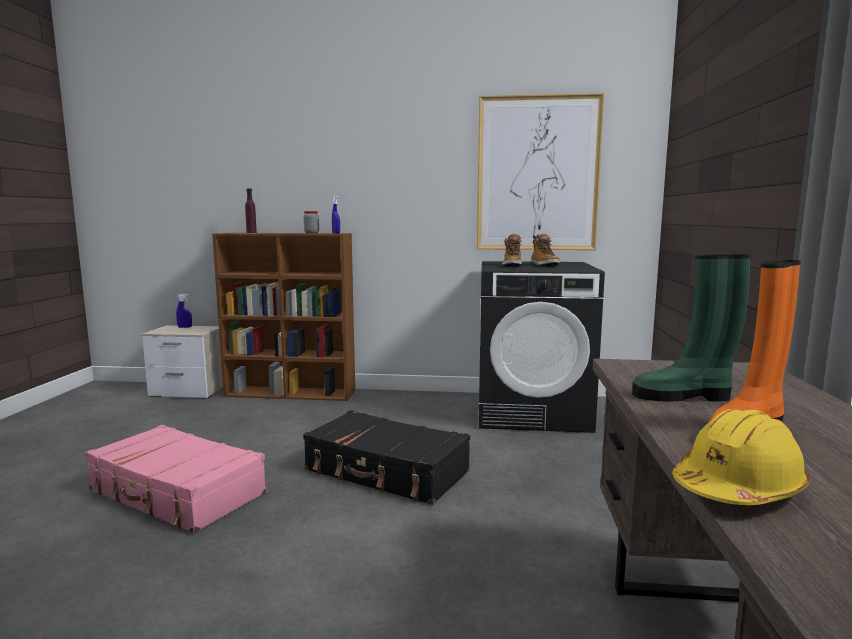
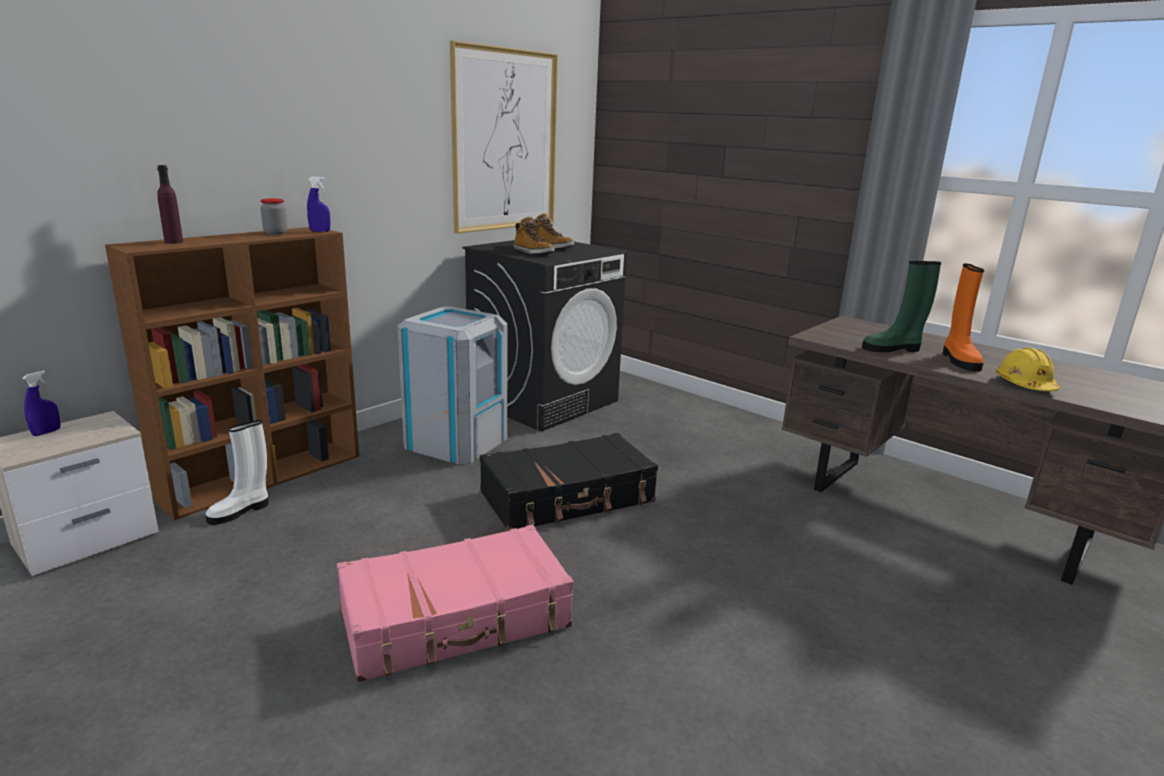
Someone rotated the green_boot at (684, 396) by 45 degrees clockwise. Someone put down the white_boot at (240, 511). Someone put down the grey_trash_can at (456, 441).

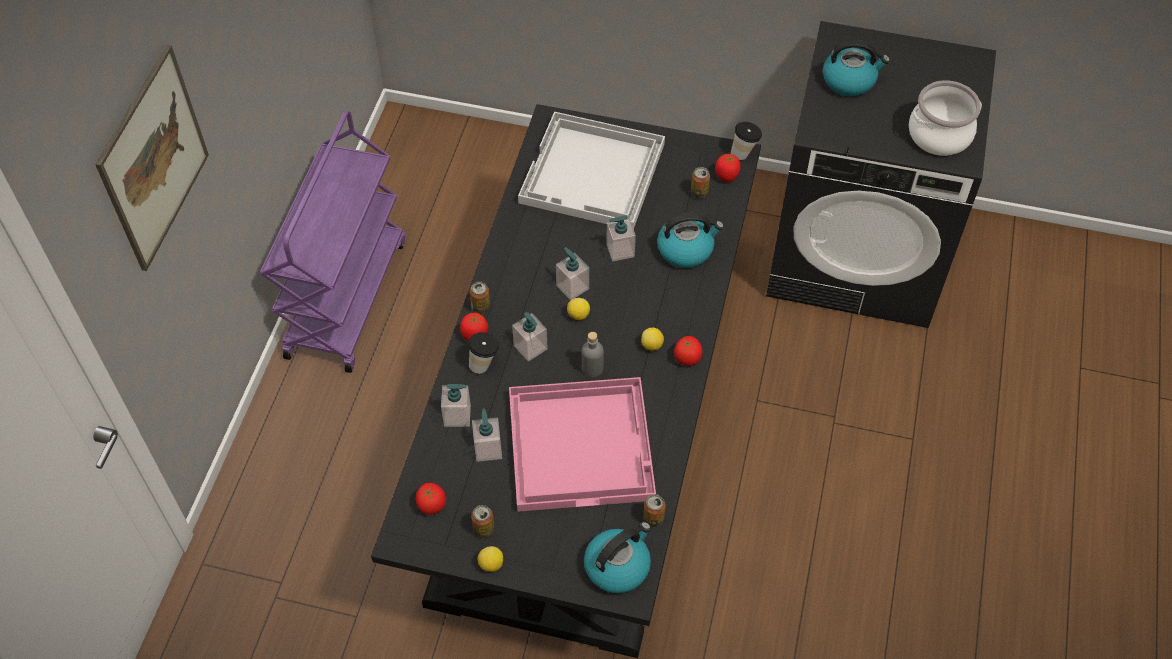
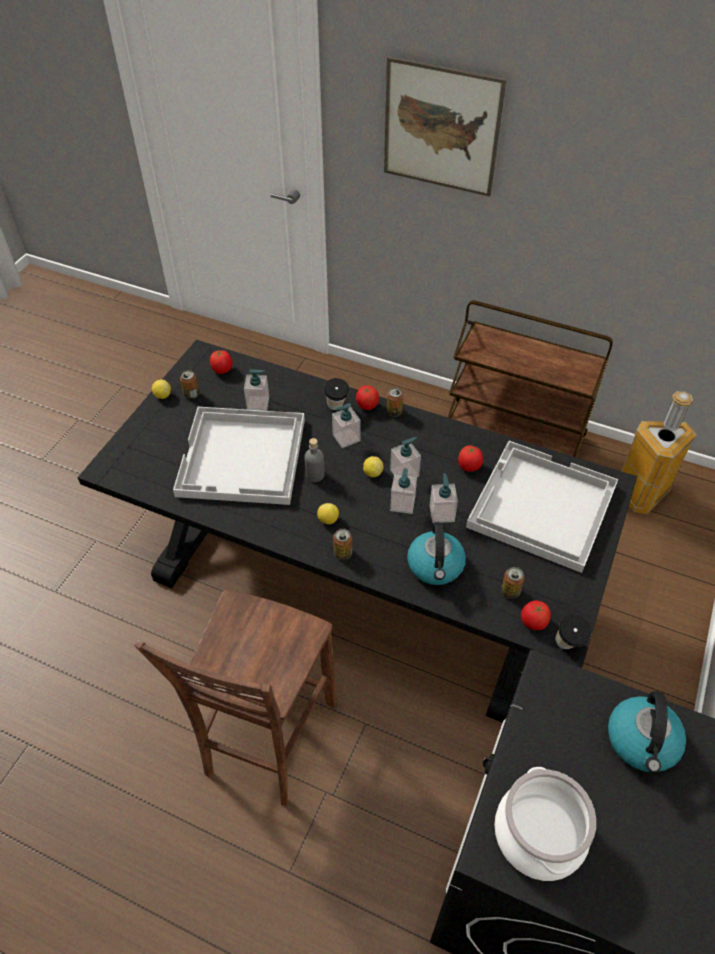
Someone repainted the purple_cart at (346, 297), which became the brown_cart at (513, 436). Someone carried the soap_dispenser from (457, 416) to (402, 504). Someone repainted the pink_tray at (582, 444), which became the white_tray at (243, 458). Someone took away the kettle at (617, 566). Someone carried the can from (653, 519) to (343, 553). Someone carried the tomato from (687, 358) to (469, 466). Someone put down the brown_chair at (266, 739). Someone put down the trash_can at (642, 494).

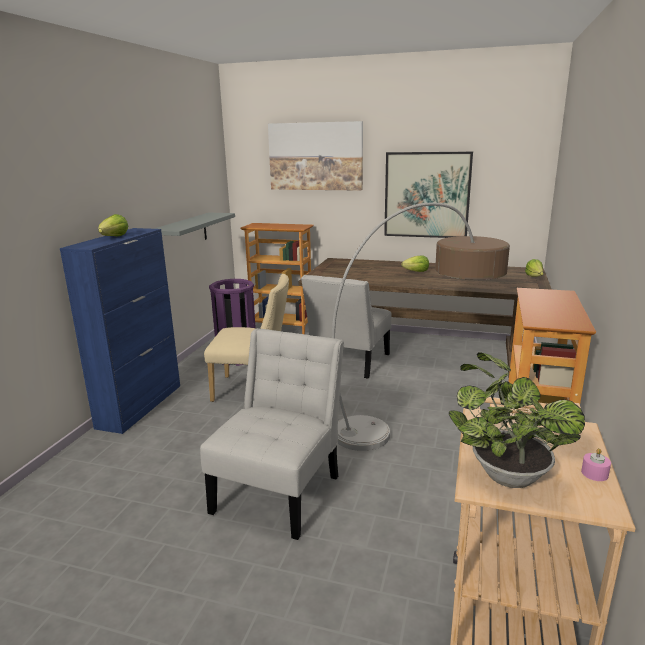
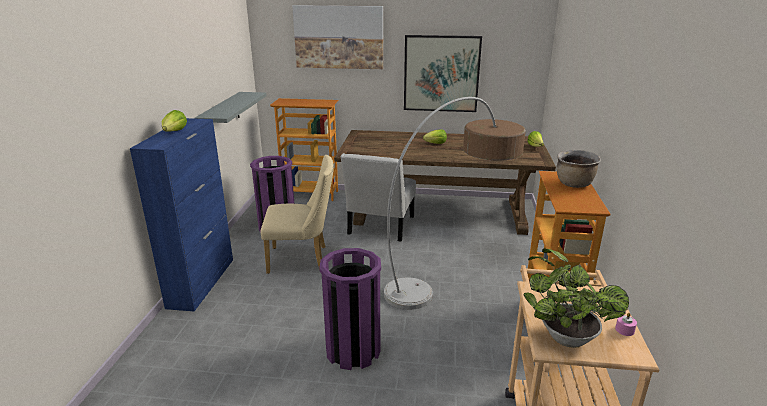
Someone swapped the white_chair at (280, 489) for the purple_trash_can at (353, 350). Someone put down the brown_cooking_pot at (574, 184).

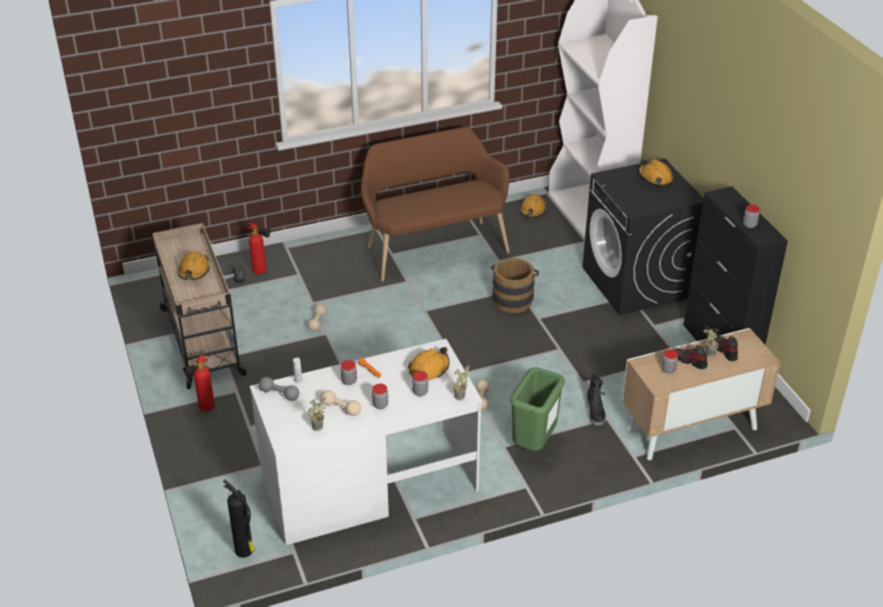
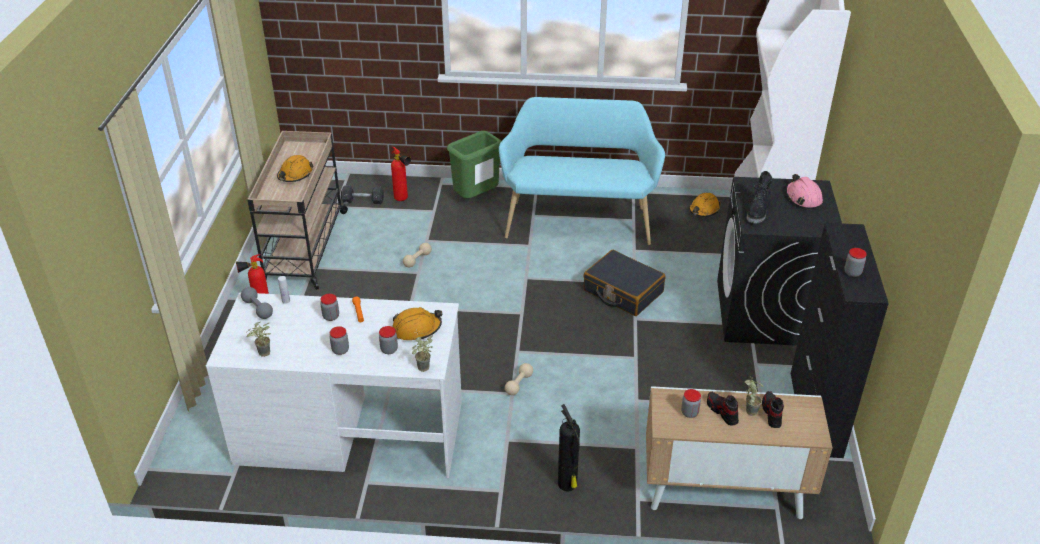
Someone carried the fire_extinguisher from (245, 551) to (568, 485). Someone took away the beige_dumbbell at (341, 408). Someone repainted the brown_bench at (433, 247), which became the turquoise_bench at (578, 219). Someone swapped the brown_bucket at (513, 298) for the black_suitcase at (622, 291). Someone carried the green_trash_can from (534, 444) to (476, 198). Someone carried the black_boot from (595, 412) to (758, 213). Someone repainted the orange_hard_hat at (655, 177), which became the pink_hard_hat at (803, 198).

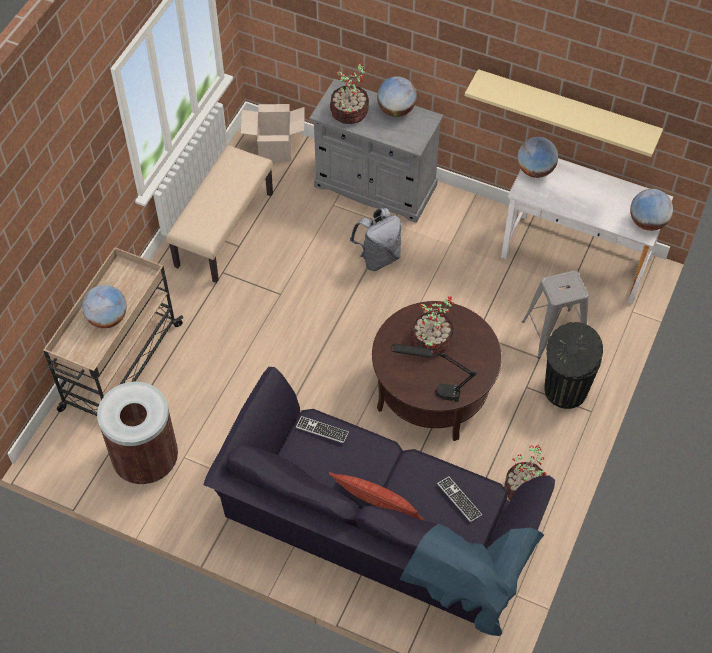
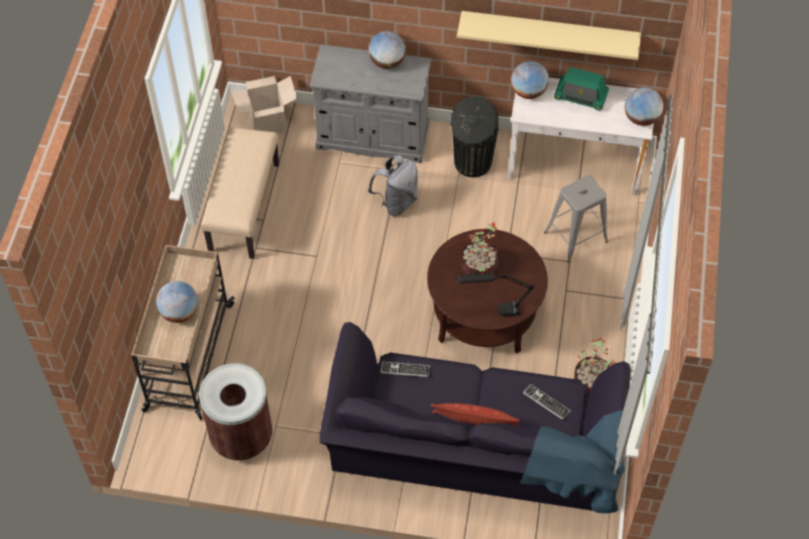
Someone took away the potted_plant at (349, 113). Someone carried the black_trash_can from (564, 391) to (472, 163). Someone put down the radio at (580, 96).

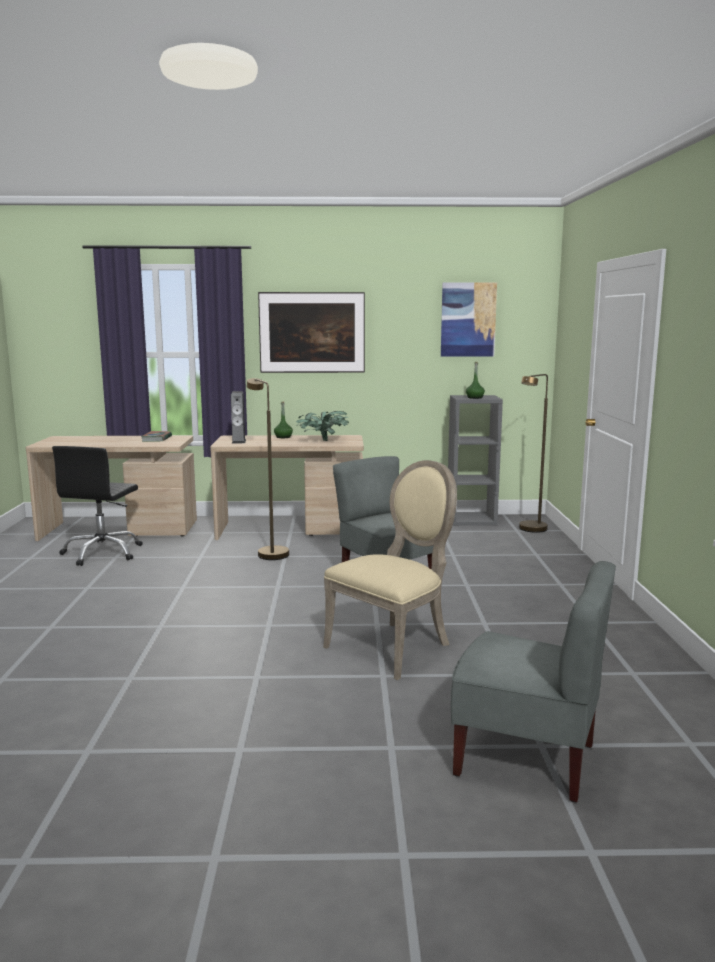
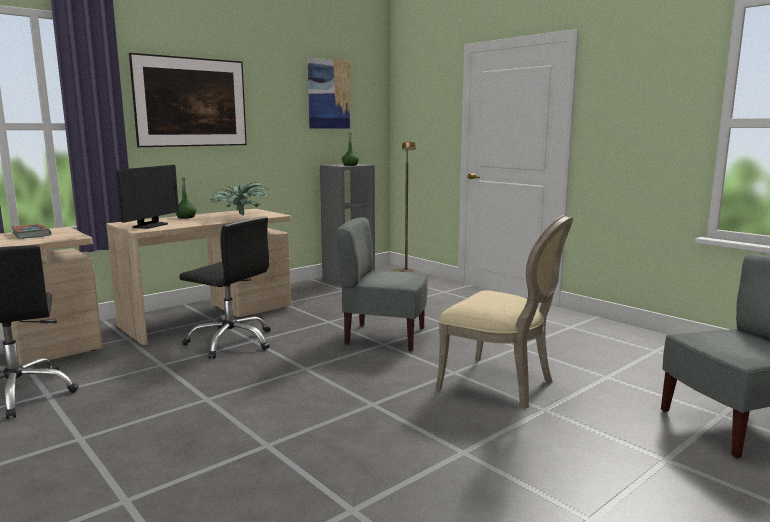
Someone swapped the speaker at (238, 441) for the monitor at (150, 225). Someone swapped the brown_floor_lamp at (269, 552) for the black_office_chair at (231, 342). Someone rotated the beige_chair at (394, 646) by 120 degrees clockwise.

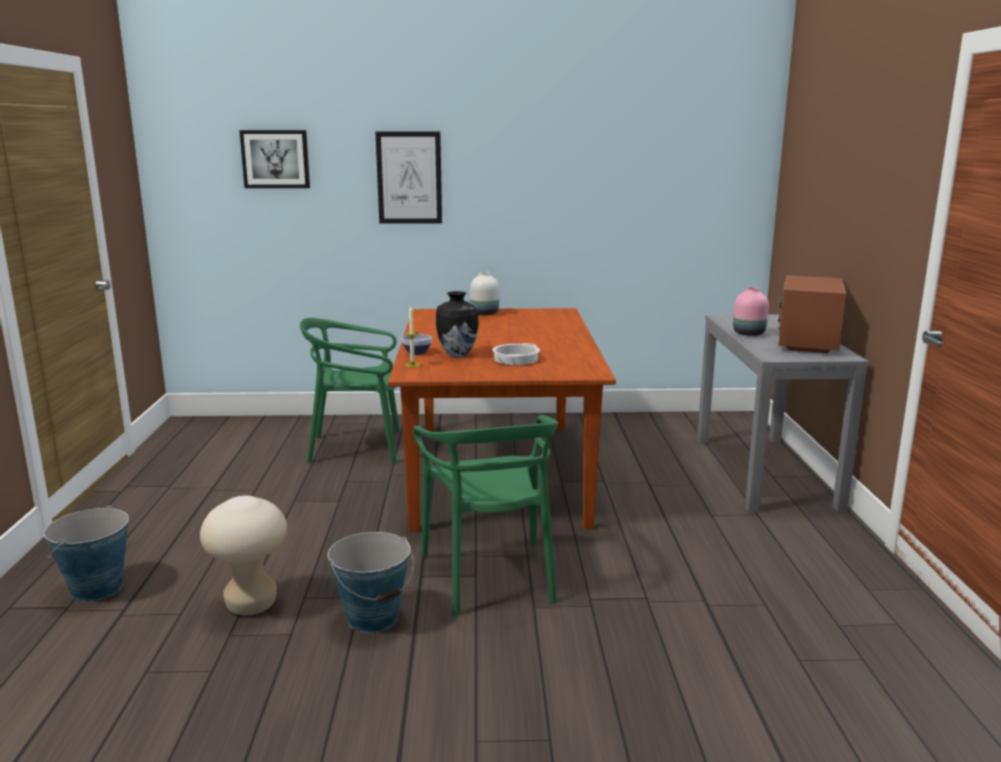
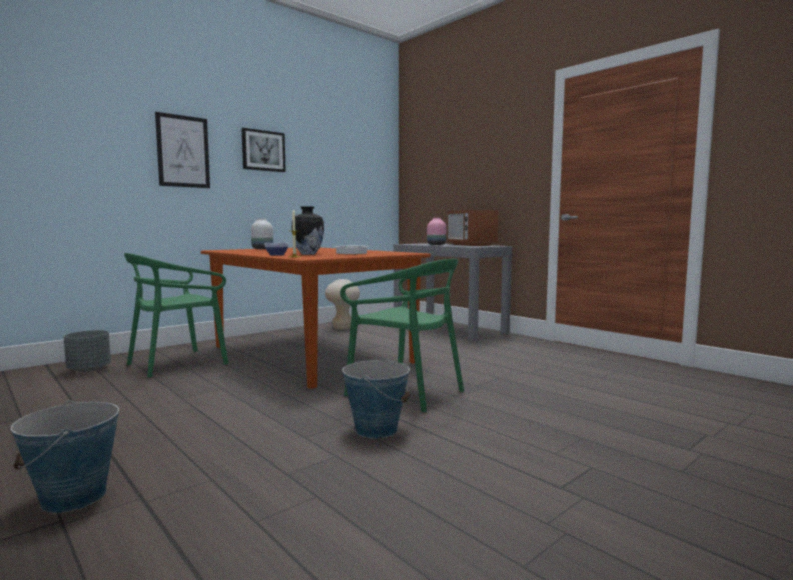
Someone carried the beige_stool from (251, 605) to (342, 328). Someone carried the picture from (275, 159) to (263, 151). Someone put down the grey_planter at (89, 369).

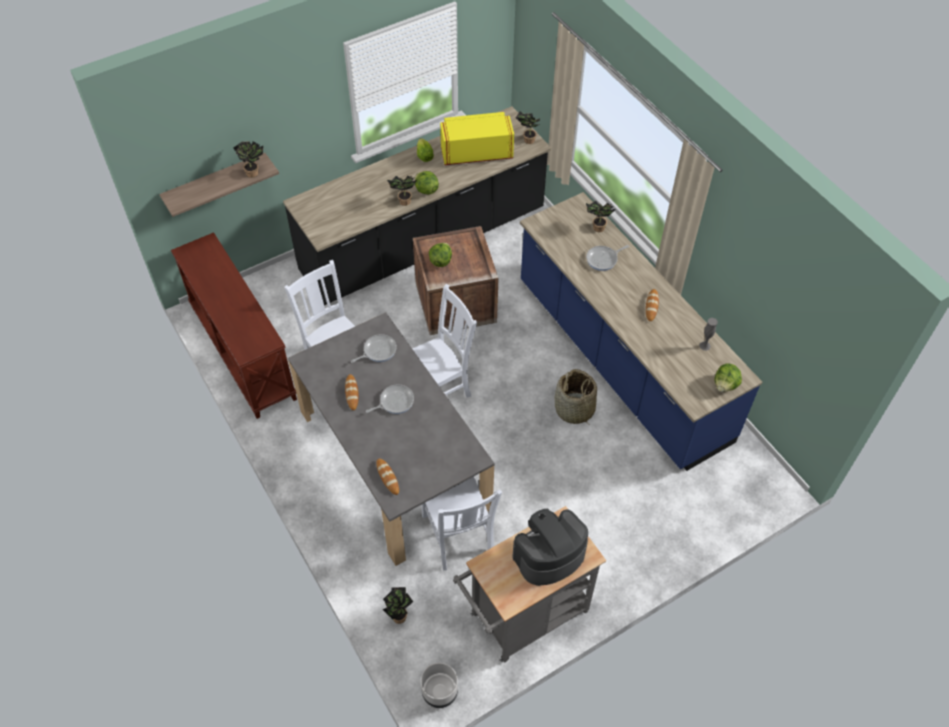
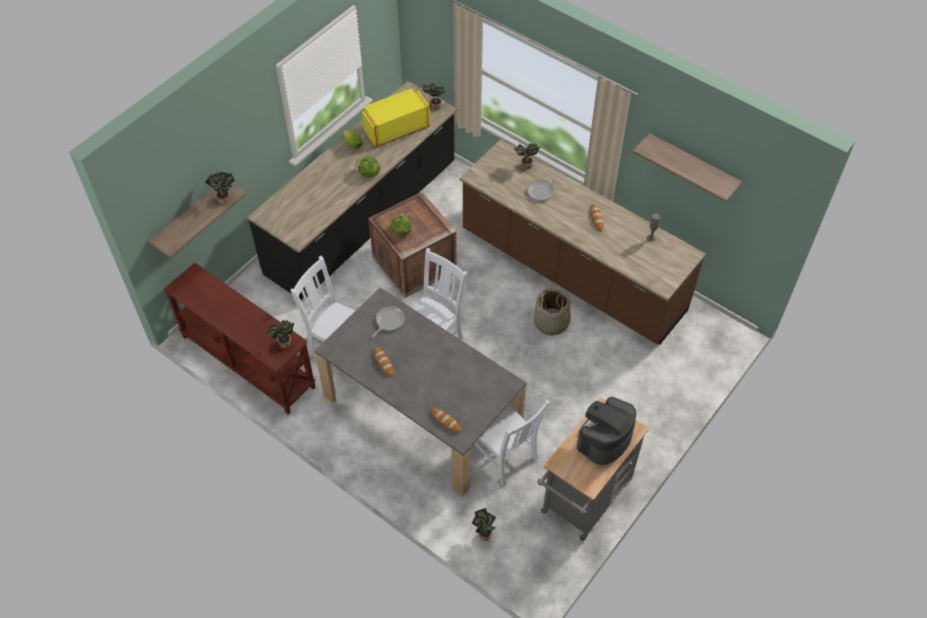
Someone took away the frying_pan at (394, 401). Someone carried the potted_plant from (403, 202) to (284, 344). Someone took away the grey_planter at (439, 691). Someone repainted the blue_counter at (620, 361), which became the brown_counter at (571, 272). Someone took away the lettuce at (725, 385). Someone put up the shelf at (692, 166).

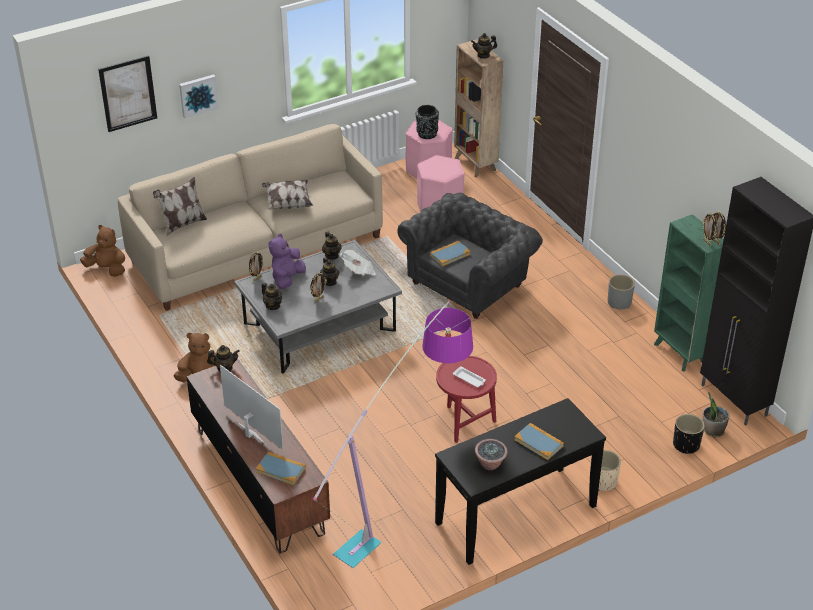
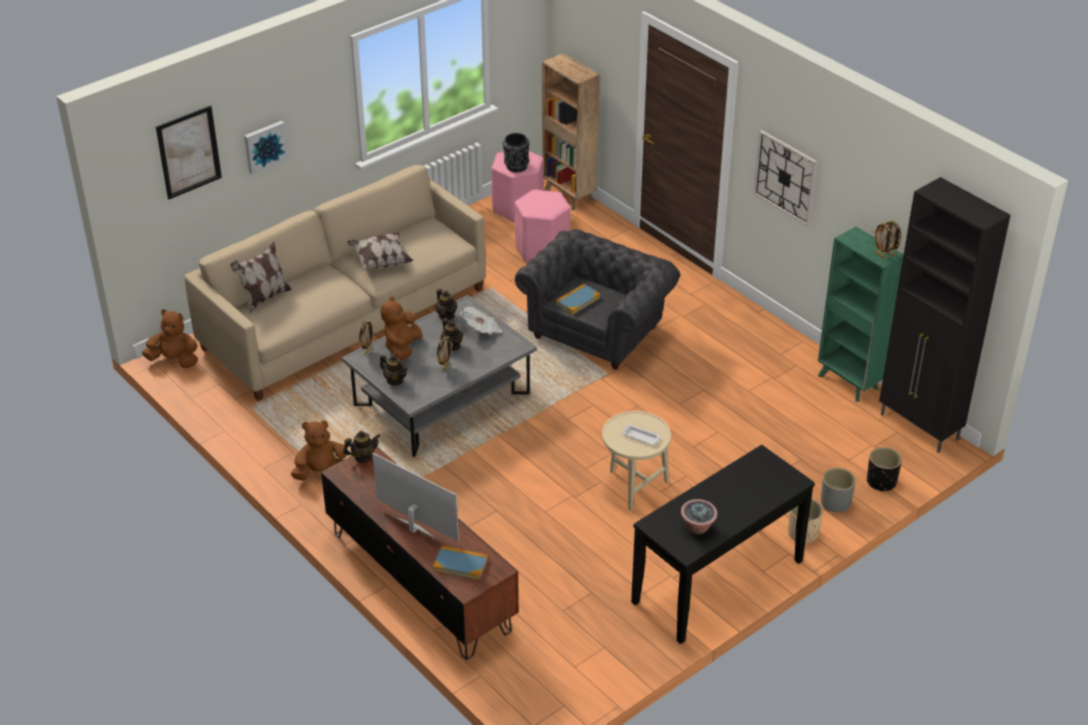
Someone repainted the purple_plush_toy at (287, 279), which became the brown_plush_toy at (402, 348). Someone took away the floor_lamp at (406, 504). Someone repainted the red_side_table at (464, 421), which became the beige_side_table at (634, 486). Someone took away the teapot at (483, 55). Someone took away the book at (538, 443). Someone carried the grey_planter from (619, 303) to (835, 503). Someone took away the potted_plant at (713, 431). Someone put up the wall_clock at (785, 177).

